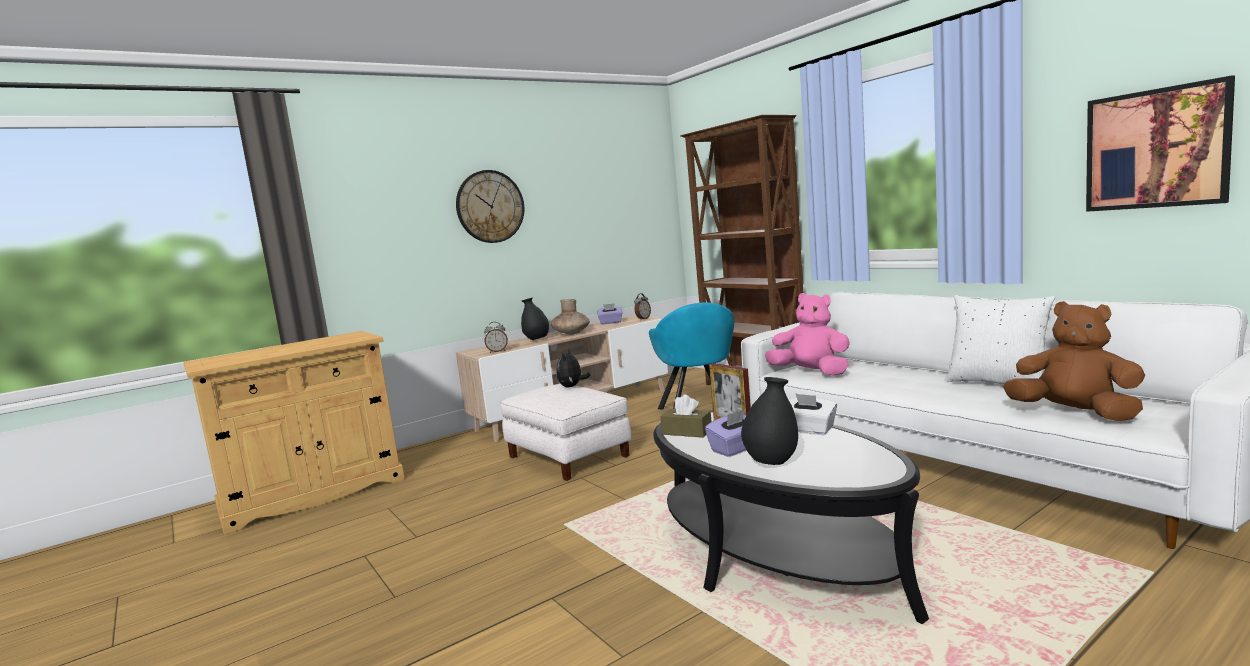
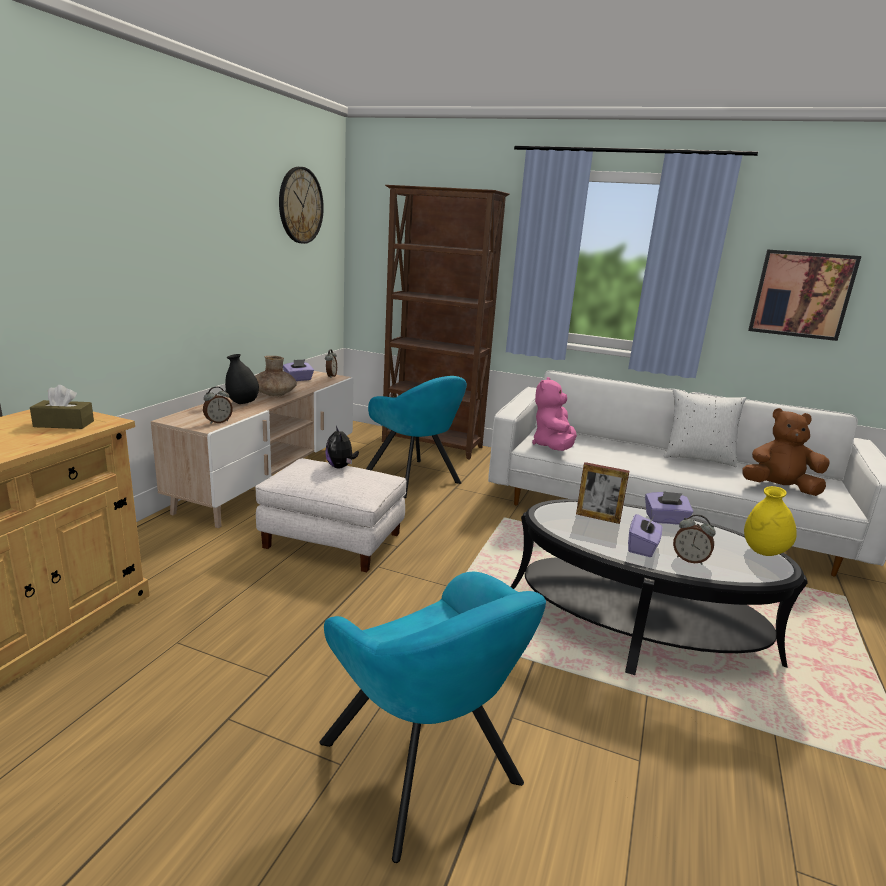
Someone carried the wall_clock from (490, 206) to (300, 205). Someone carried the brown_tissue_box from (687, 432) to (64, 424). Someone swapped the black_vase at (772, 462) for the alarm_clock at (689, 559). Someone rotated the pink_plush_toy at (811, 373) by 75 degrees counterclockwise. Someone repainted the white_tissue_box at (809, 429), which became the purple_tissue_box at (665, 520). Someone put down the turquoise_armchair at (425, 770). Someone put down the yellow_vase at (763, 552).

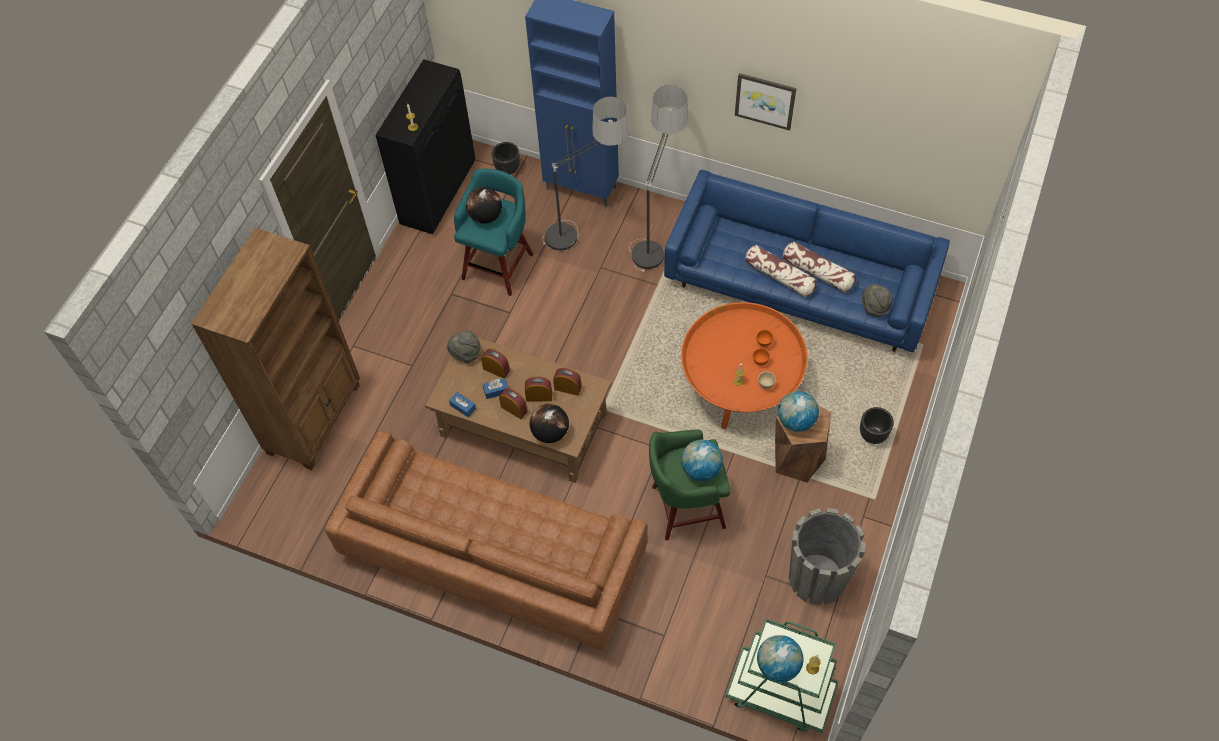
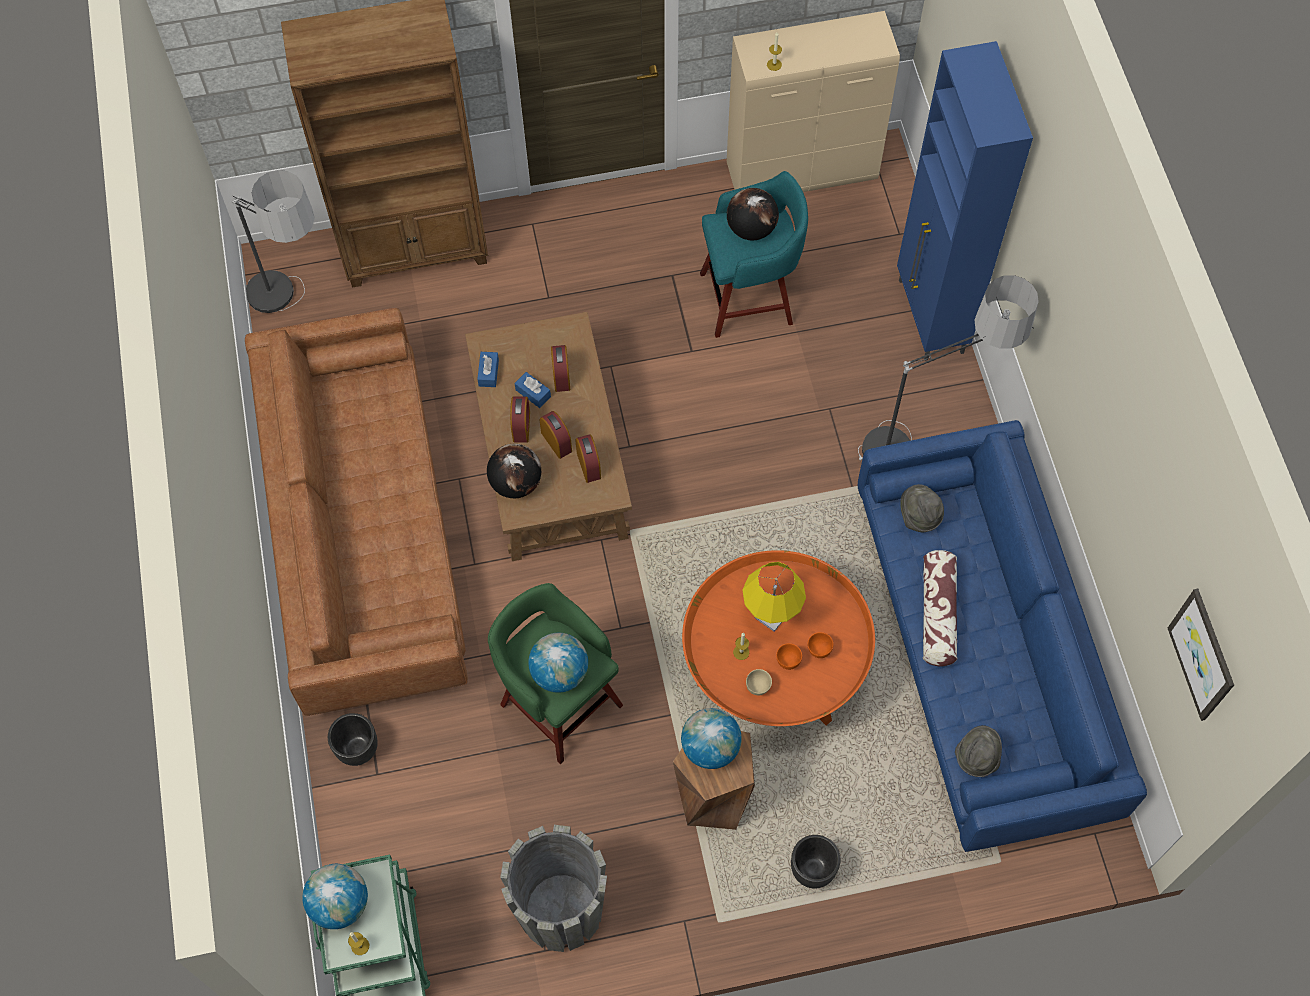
Someone repainted the black_cabinet at (438, 192), which became the beige_cabinet at (803, 172). Someone carried the grey_hat from (466, 353) to (919, 516). Someone carried the black_planter from (507, 169) to (357, 749). Someone carried the floor_lamp from (586, 231) to (298, 314). Someone carried the picture from (765, 100) to (1203, 654). Someone took away the pillow at (817, 272). Someone put down the yellow_table_lamp at (771, 616).

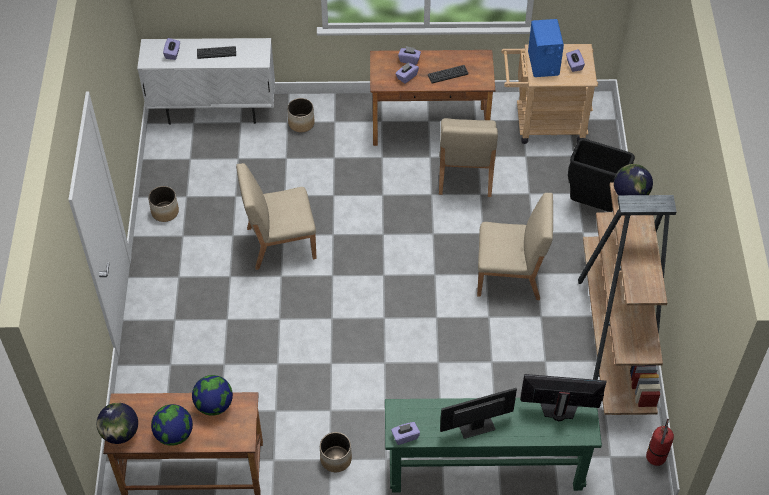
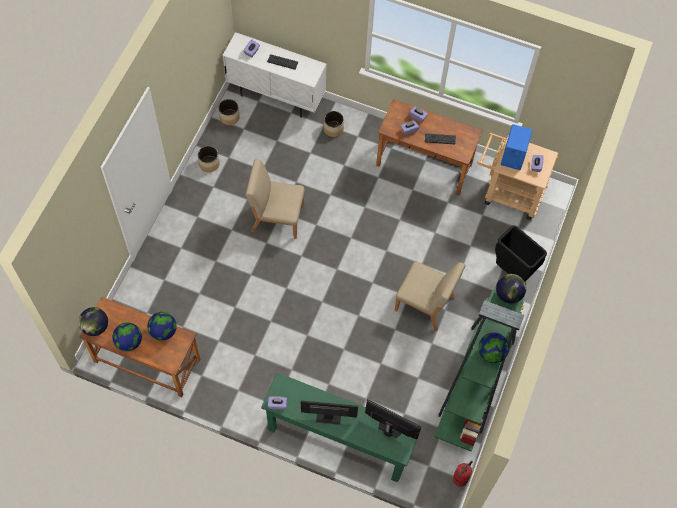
Someone carried the planter from (336, 459) to (229, 117). Someone took away the beige_chair at (465, 173). Someone repainted the brown_bookcase at (615, 337), which became the green_bookcase at (476, 380). Someone put down the globe at (491, 353).

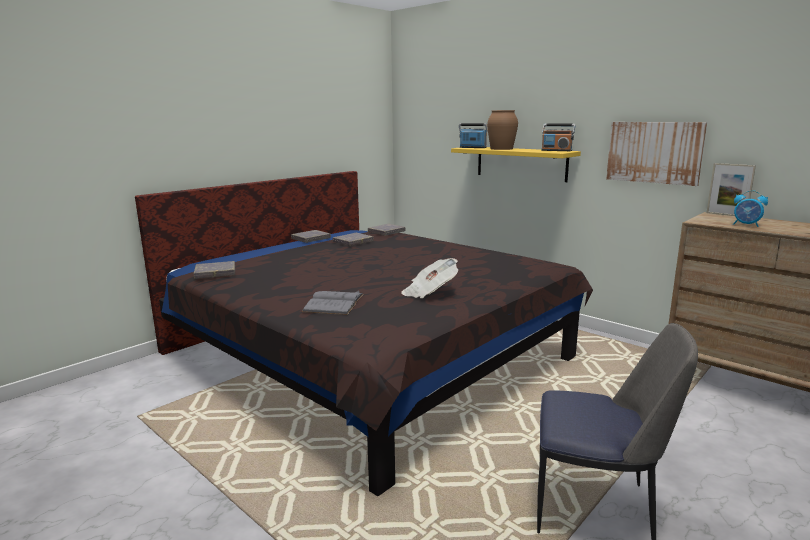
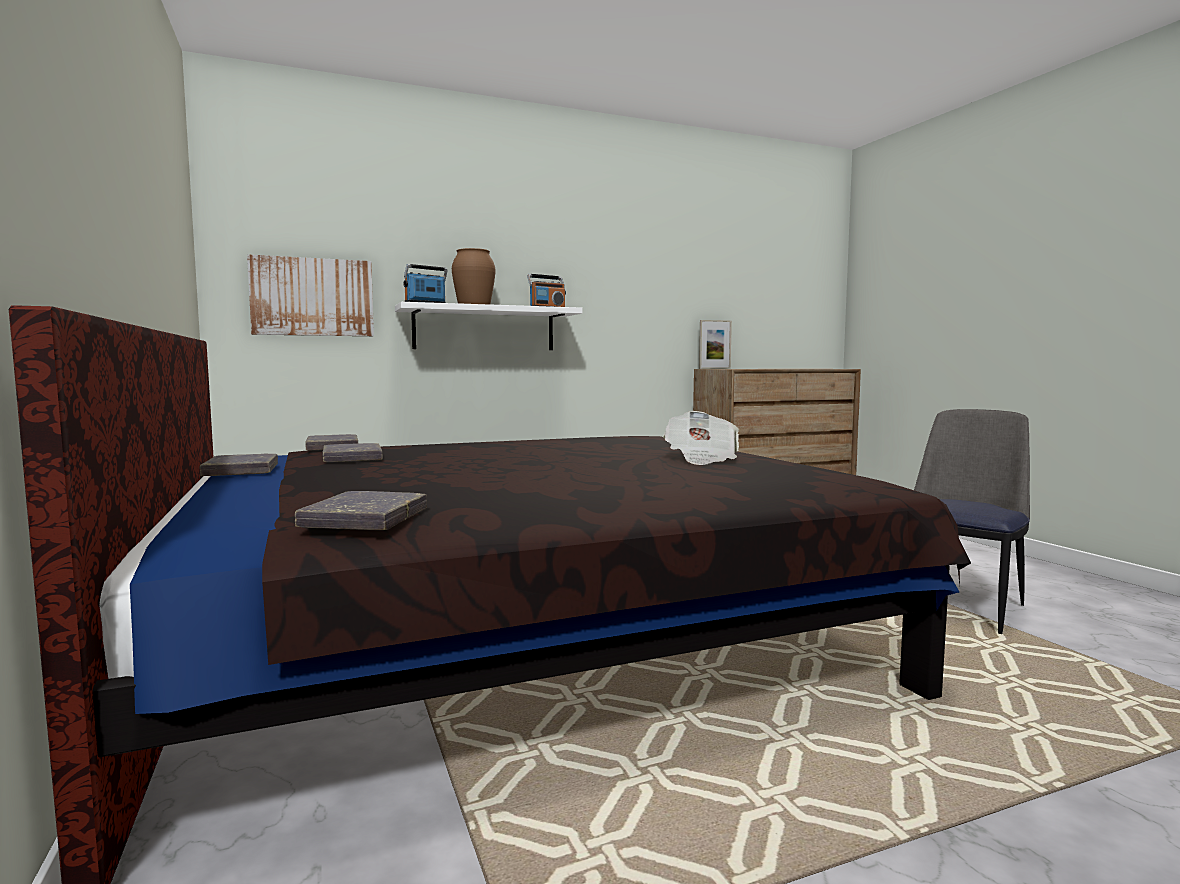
Someone took away the grey_book at (334, 303). Someone repainted the yellow_shelf at (521, 163), which became the white_shelf at (484, 329). Someone carried the picture from (654, 152) to (312, 297). Someone took away the alarm_clock at (746, 225).

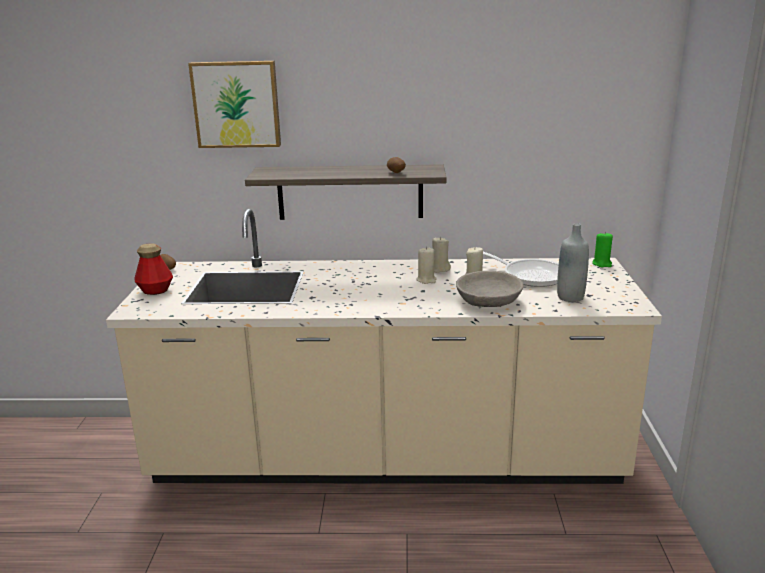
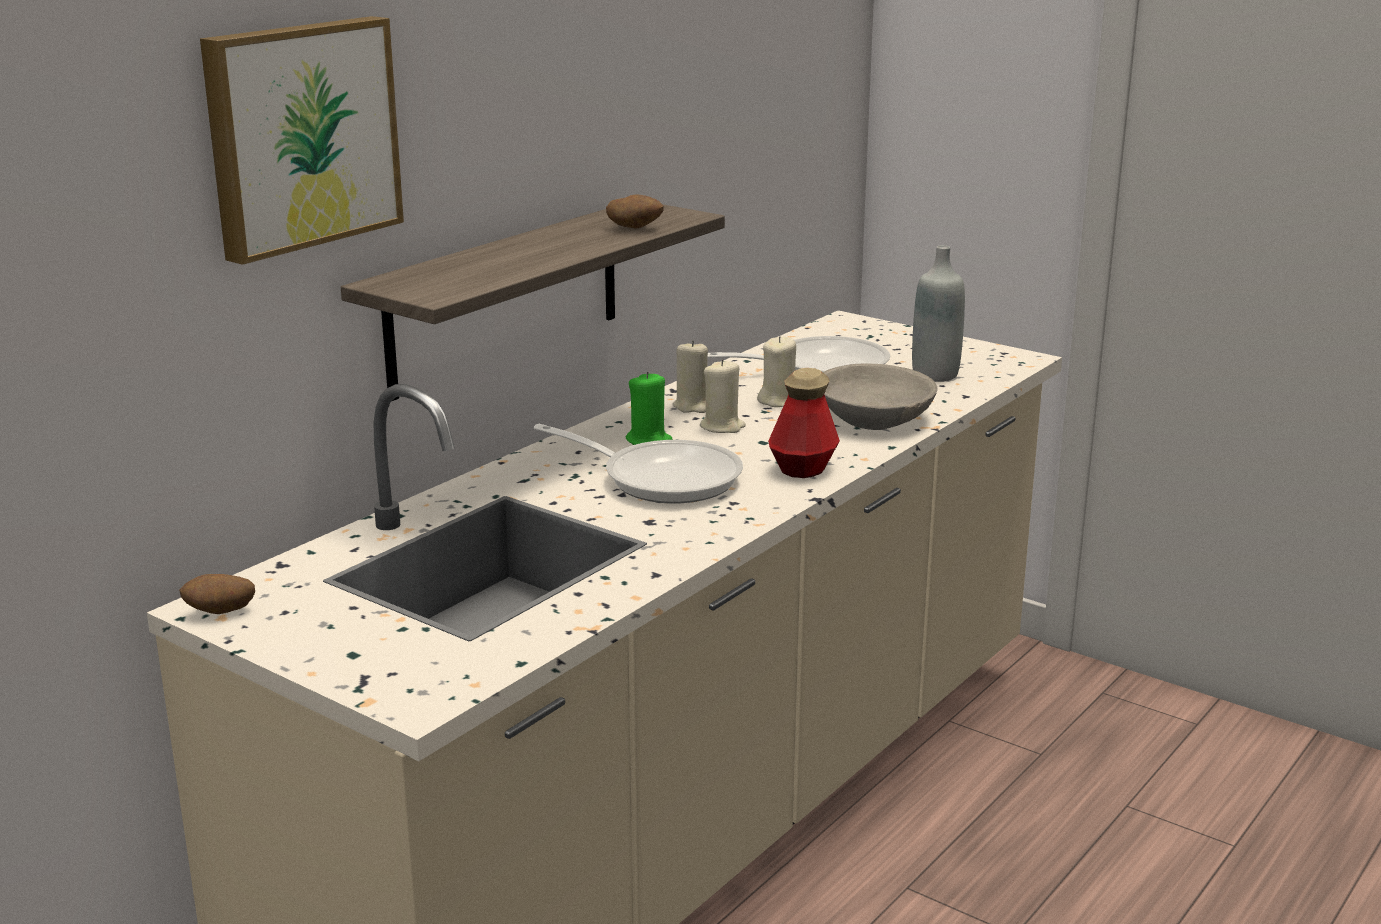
Someone carried the bottle from (155, 290) to (803, 469). Someone carried the green_candle from (602, 264) to (649, 440). Someone put down the frying_pan at (661, 478).

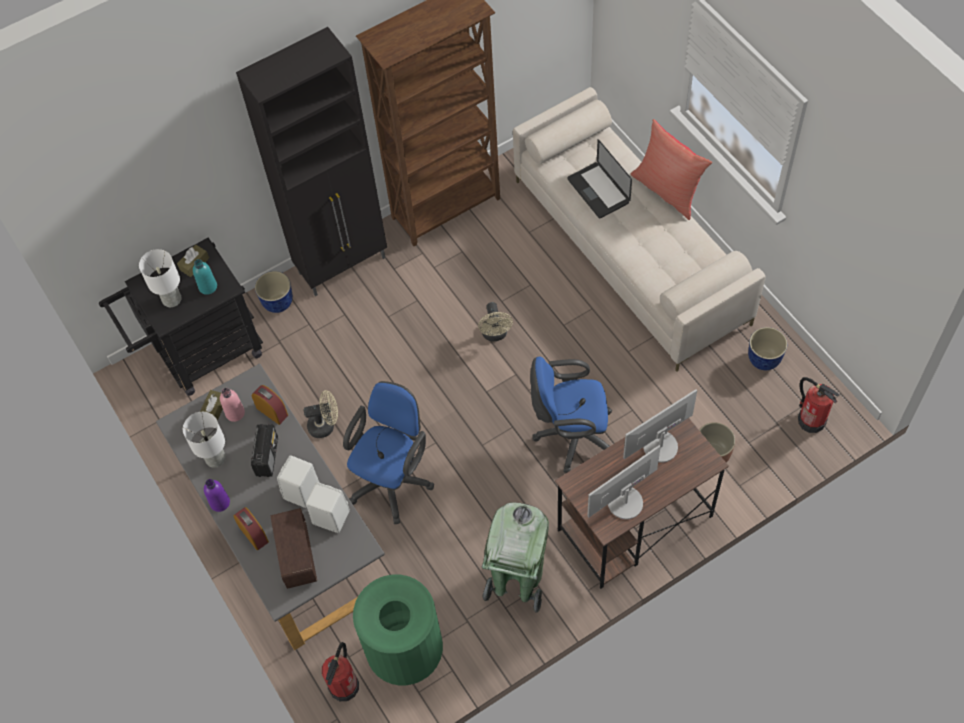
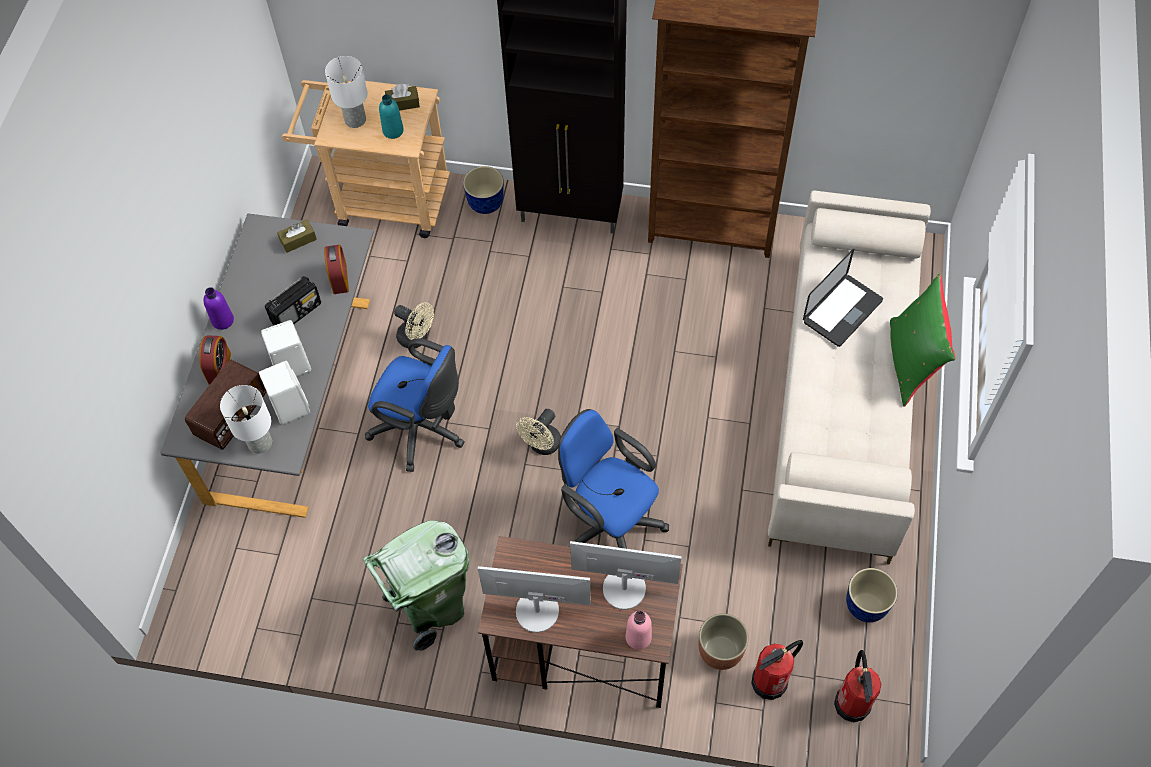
Someone repainted the black_cart at (201, 355), which became the beige_cart at (382, 200). Someone carried the white_table_lamp from (215, 458) to (260, 442). Someone carried the pink_bottle from (235, 413) to (638, 637). Someone carried the fire_extinguisher from (344, 685) to (770, 681). Someone rotated the blue_office_chair at (393, 479) by 45 degrees clockwise. Someone took away the green_trash_can at (406, 652). Someone carried the beige_fan from (495, 335) to (542, 445). Someone rotated the laptop at (598, 191) by 150 degrees counterclockwise. Someone repainted the red_pillow at (667, 190), which became the green_pillow at (912, 362).

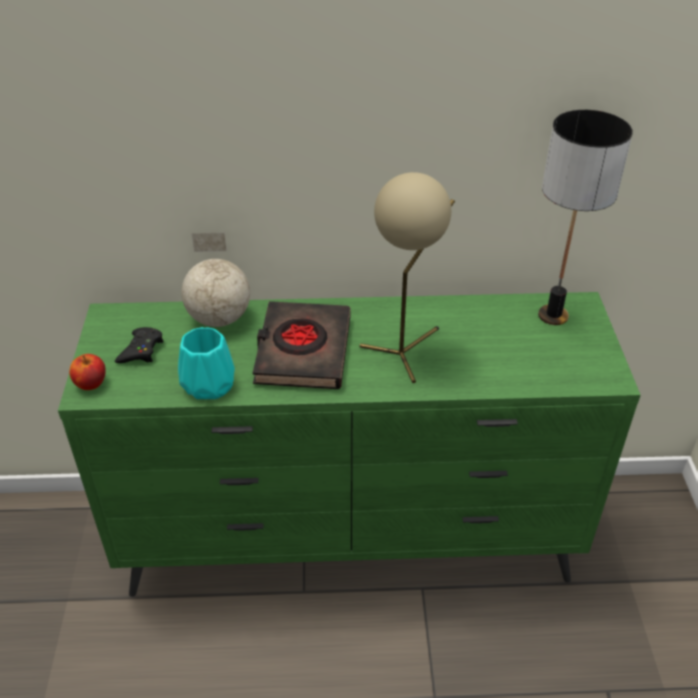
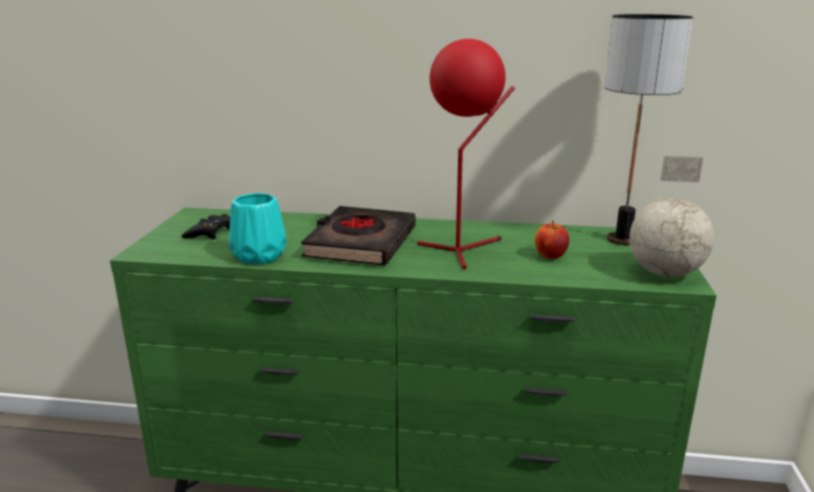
Someone carried the apple from (91, 384) to (550, 256). Someone carried the globe from (218, 318) to (663, 273). Someone repainted the beige_table_lamp at (405, 350), which became the red_table_lamp at (463, 250).

